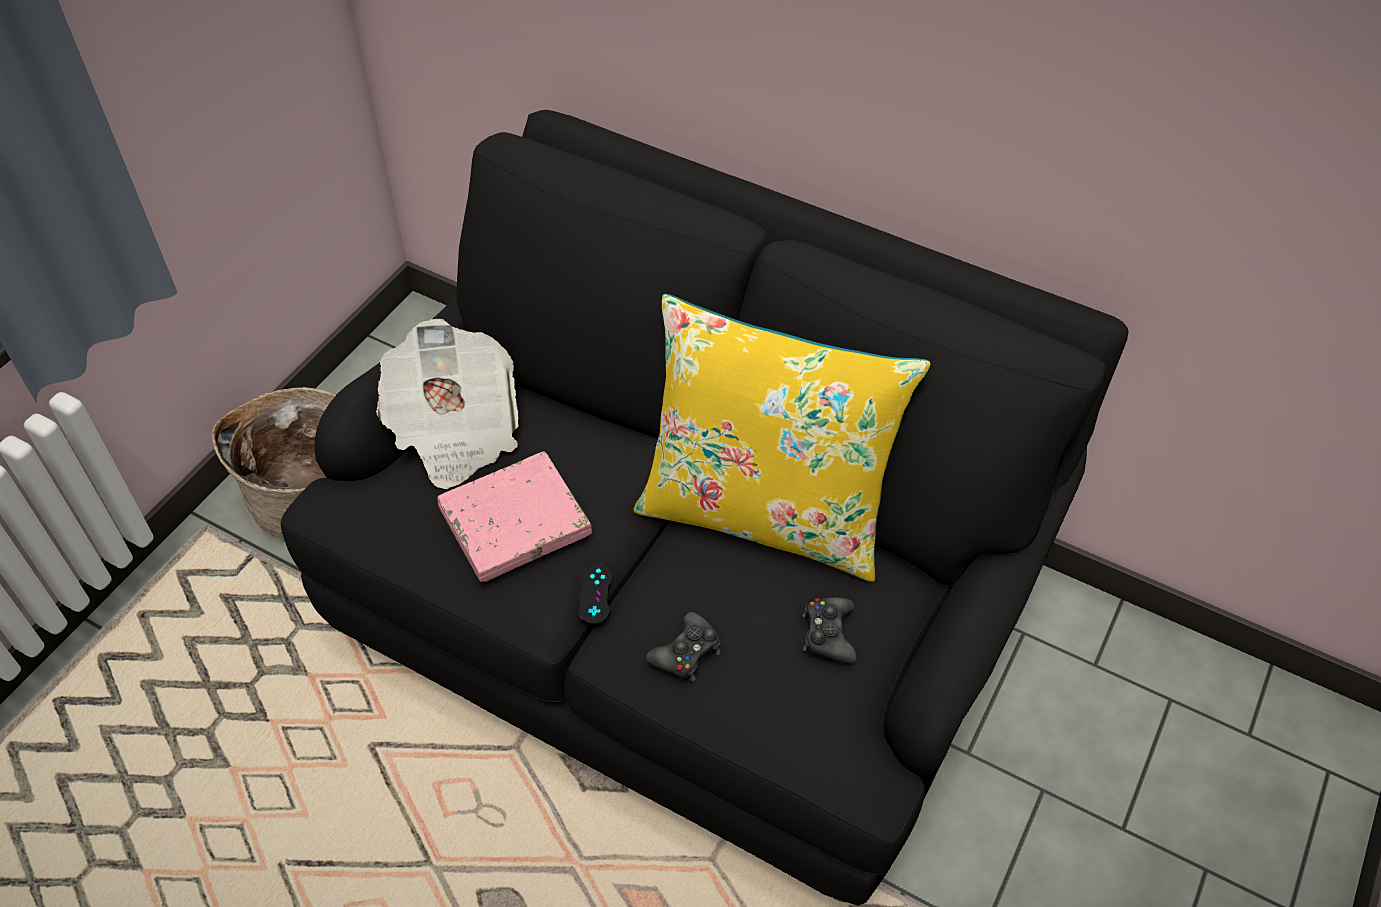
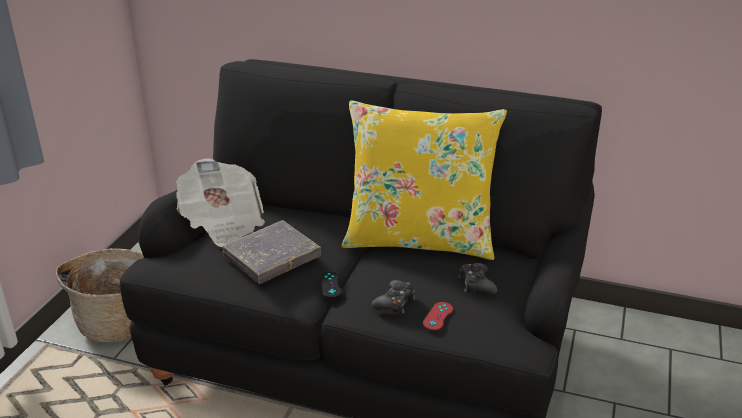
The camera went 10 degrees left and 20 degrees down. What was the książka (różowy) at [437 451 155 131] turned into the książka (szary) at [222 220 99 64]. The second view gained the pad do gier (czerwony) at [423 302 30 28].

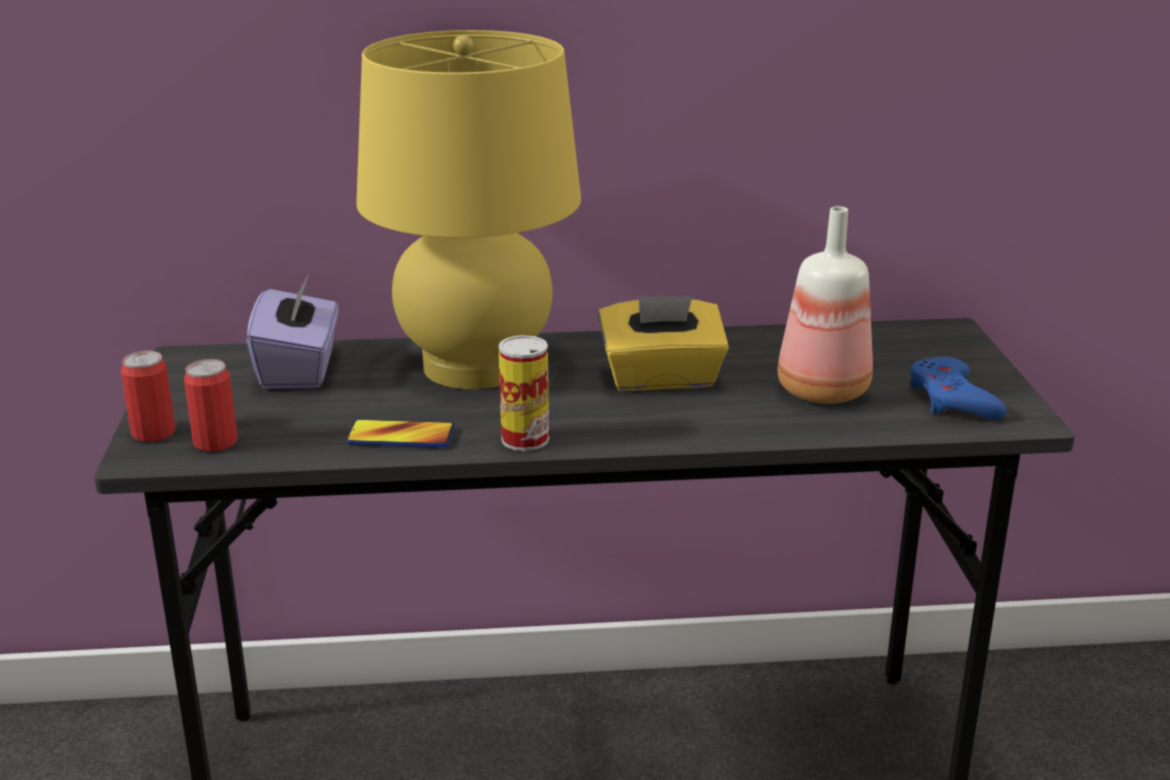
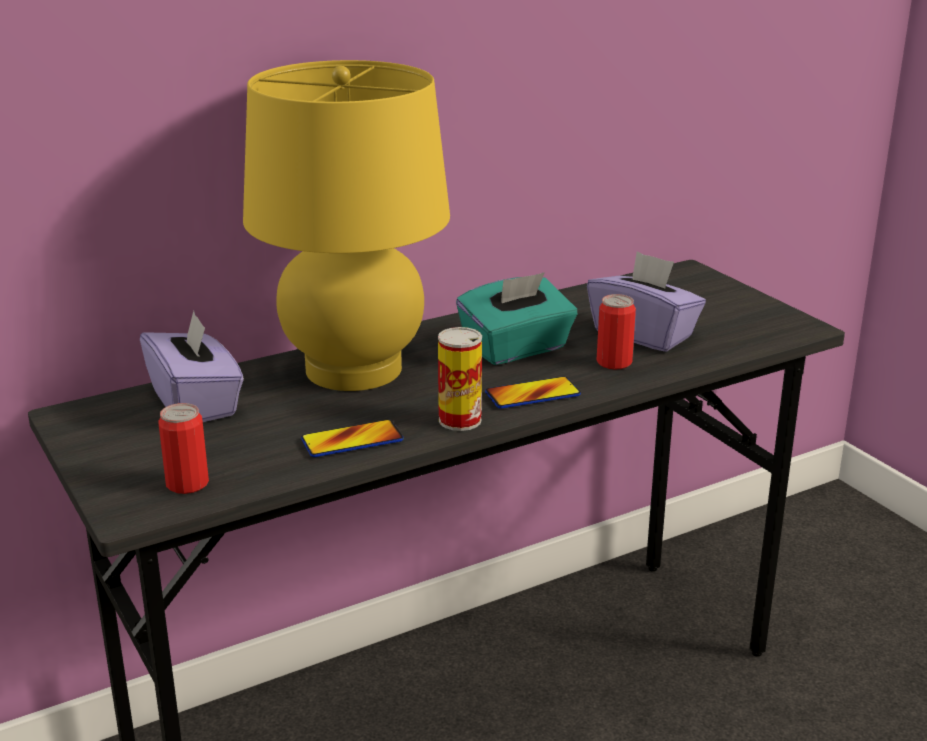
The camera went 25 degrees left and 0 degrees up. Where the butelka stood at [777 206 96 198], the pudełko chusteczek (fioletowy) came to stand at [587 251 119 101]. What was the pudełko chusteczek (żółty) at [598 296 131 95] turned into the pudełko chusteczek (turkusowy) at [456 272 122 93]. The puszka ended up elsewhere, having gone from [121 351 55 91] to [597 294 39 75]. The second view lost the pad do gier (niebieski) at [910 356 97 64]. The second view gained the telefon at [485 376 96 33].

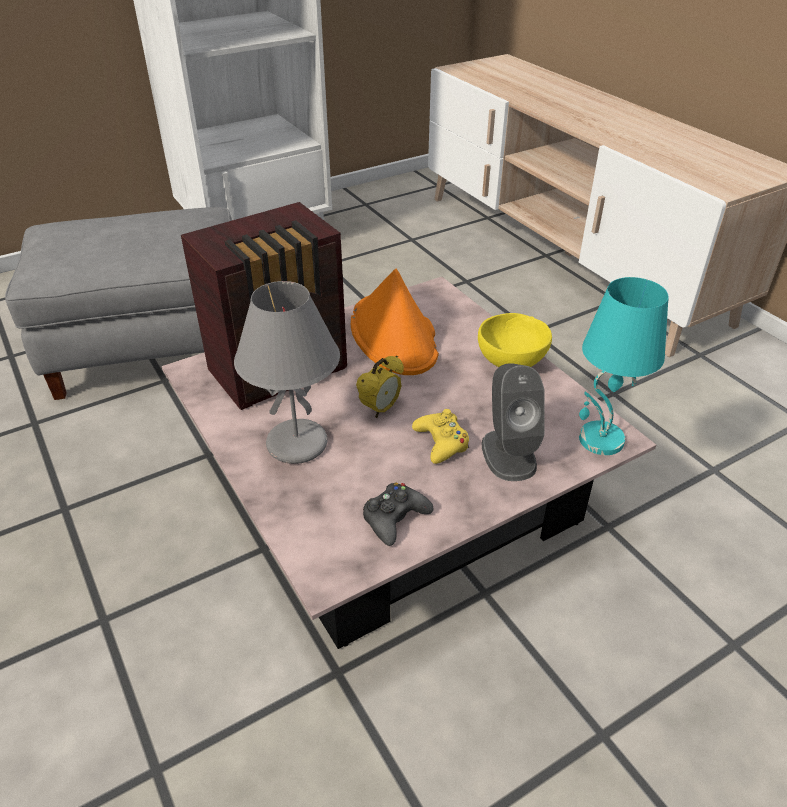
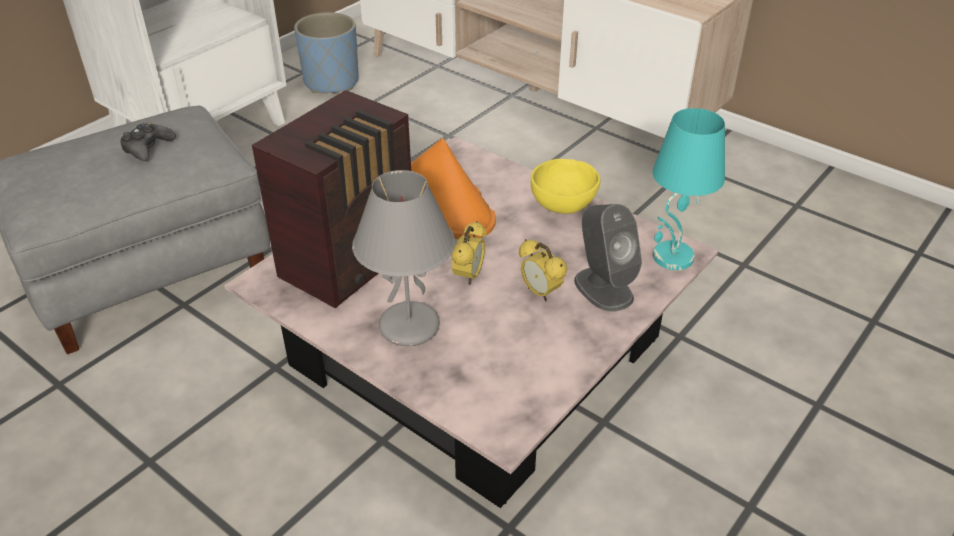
The camera went 20 degrees left and 0 degrees up. Where the pad do gier (żółty) stood at [412 409 57 55], the budzik came to stand at [519 239 48 62]. The pad do gier (czarny) ended up elsewhere, having gone from [363 483 70 63] to [120 123 56 38]. The second view gained the donica (niebieski) at [294 12 65 81].

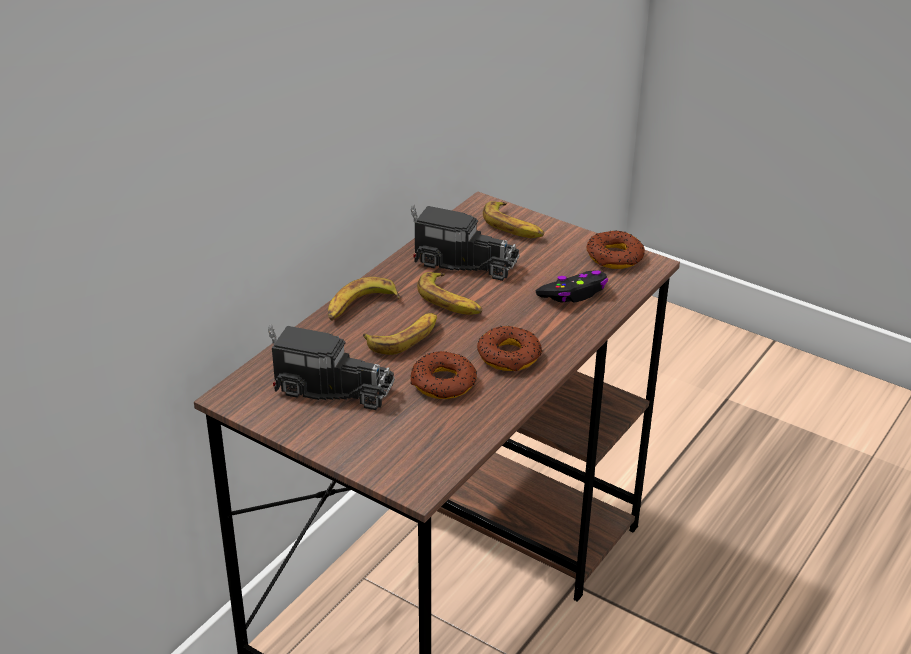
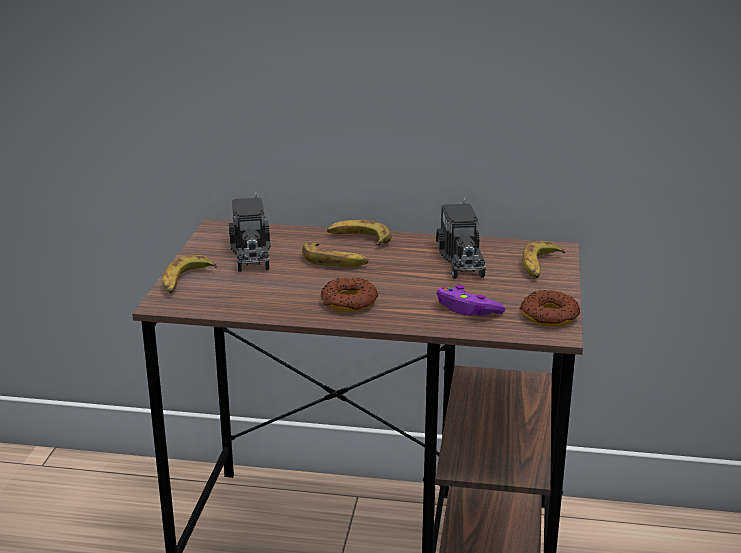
The camera went 65 degrees right and 10 degrees down. What was the pad do gier (czarny) at [536 270 72 32] turned into the pad do gier (fioletowy) at [436 285 70 31]. The banan ended up elsewhere, having gone from [417 272 65 43] to [163 255 54 39]. The second view lost the donut at [410 351 67 48].

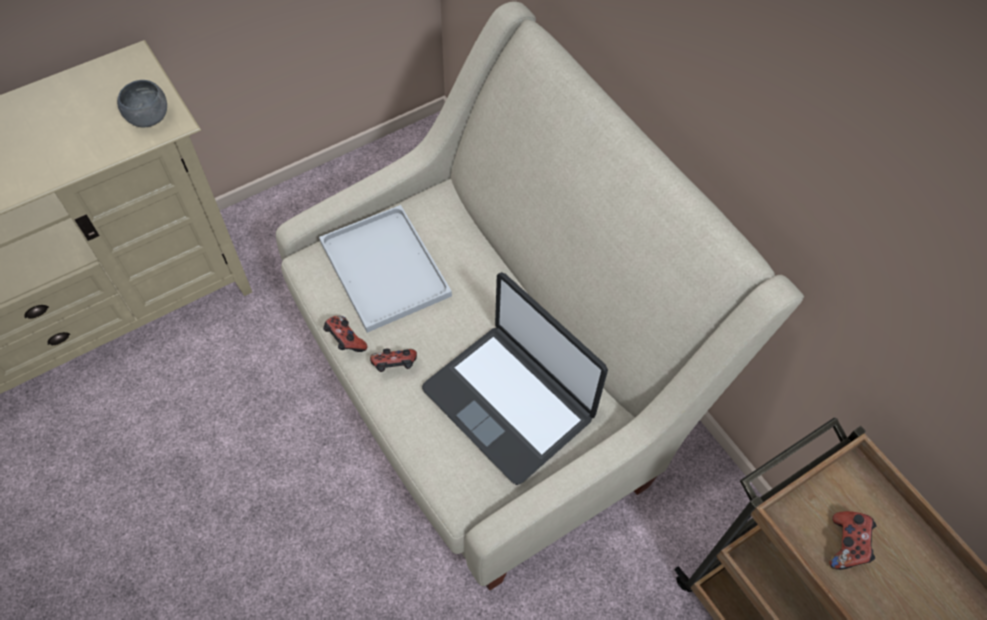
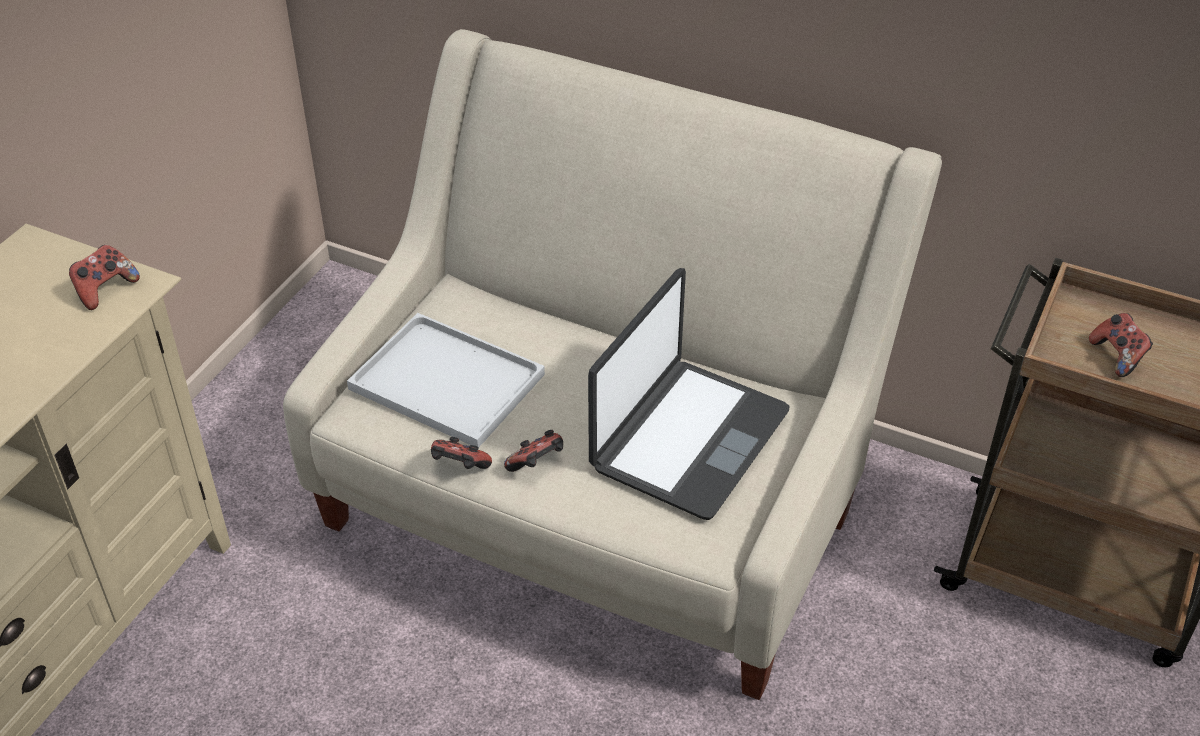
The camera went 30 degrees left and 15 degrees down. Where the miska (szary) stood at [117 80 50 47], the pad do gier came to stand at [69 245 71 65]. The laptop at [422 272 186 213] ended up facing another way, 75 degrees counterclockwise from before.

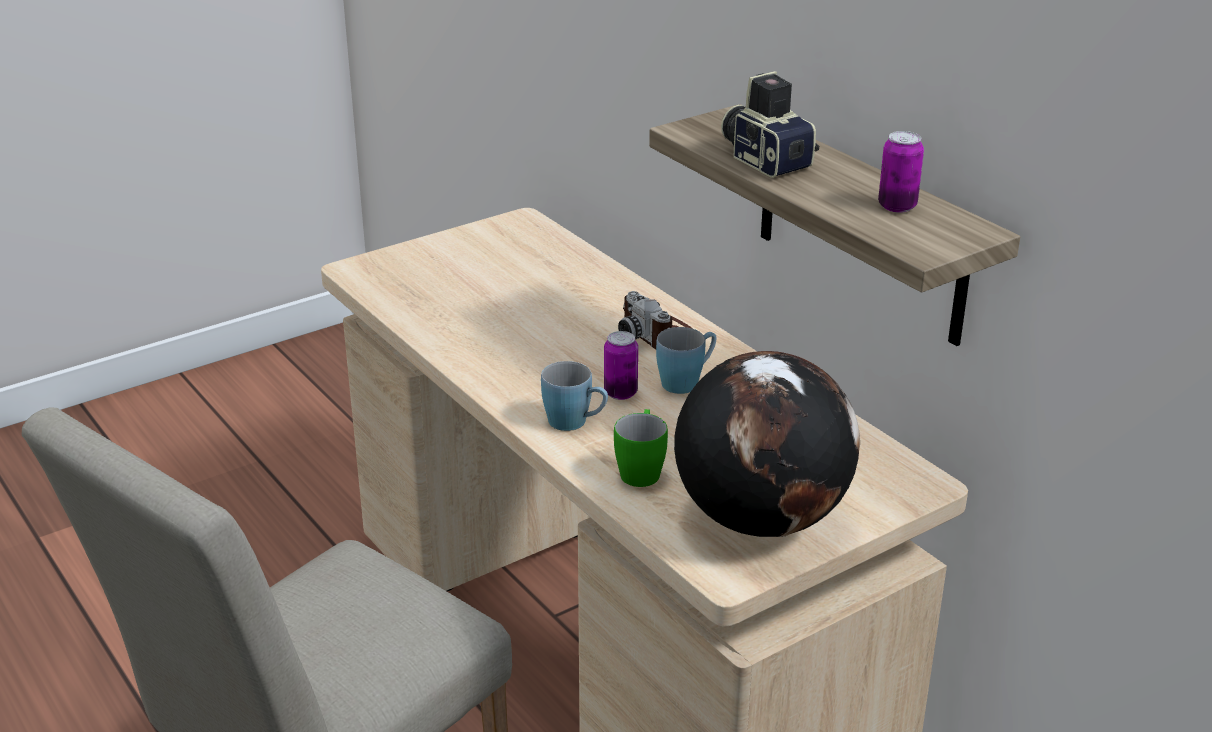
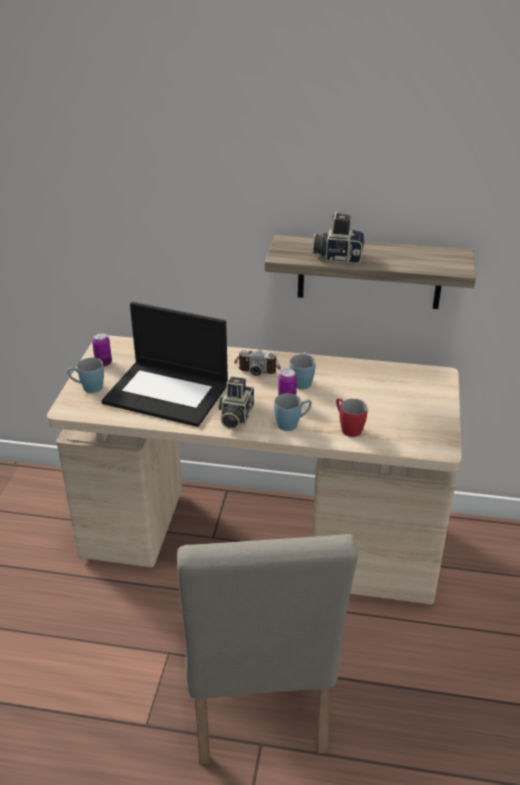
The camera went 45 degrees left and 5 degrees up. The puszka ended up elsewhere, having gone from [878 131 46 82] to [92 332 20 35]. The second view lost the globus at [674 351 186 186]. What was the kubek (zielony) at [614 409 54 78] turned into the kubek (czerwony) at [336 398 32 39]. The second view gained the laptop at [102 302 126 125]. The second view gained the kubek (niebieski) at [67 358 37 35]. The second view gained the aparat fotograficzny at [219 377 35 52].

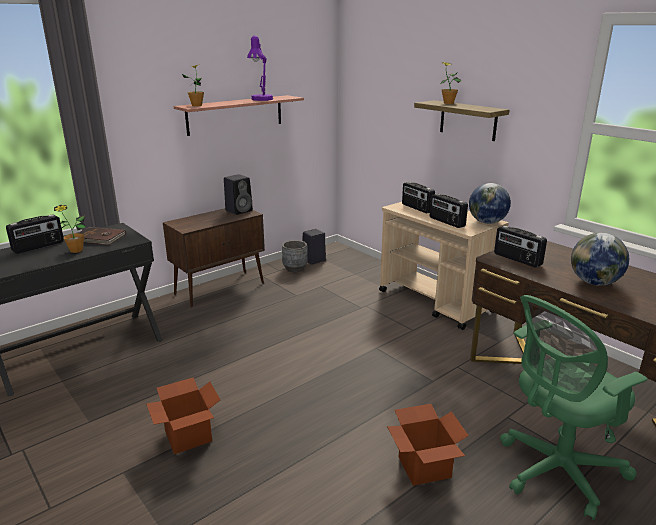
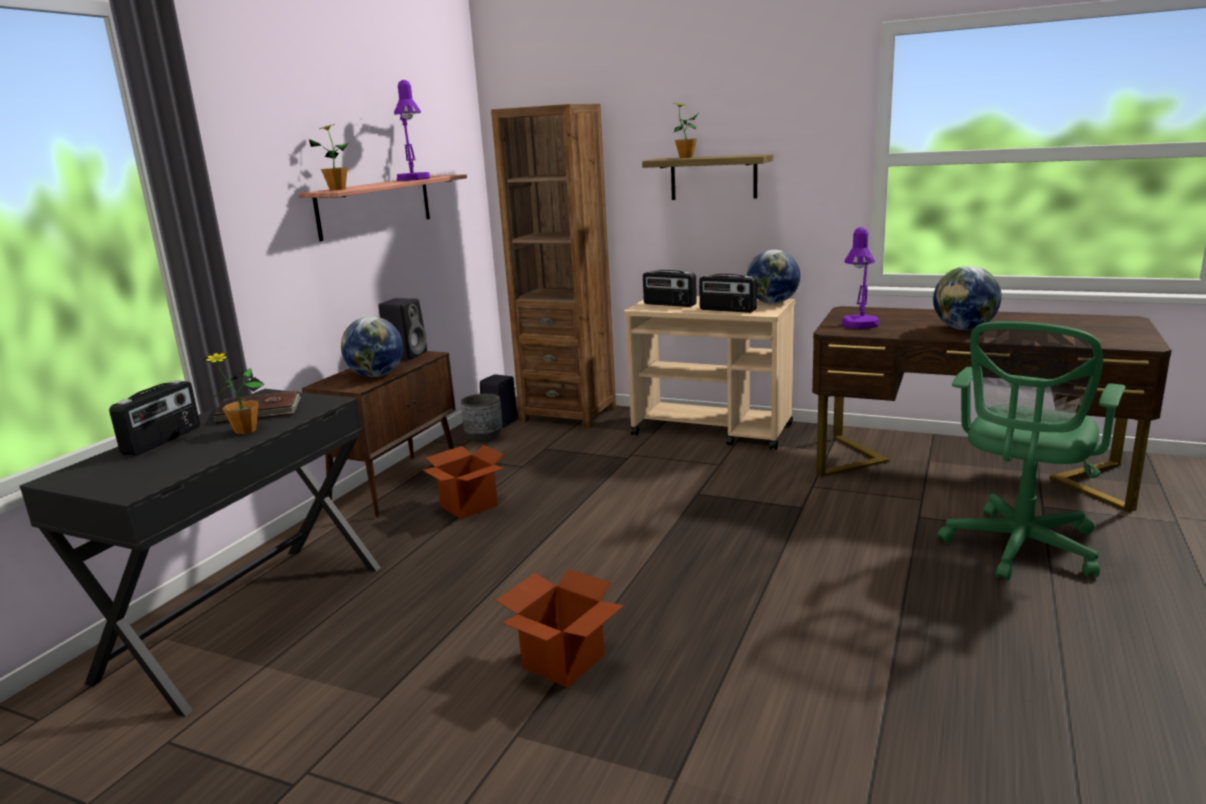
The camera went 25 degrees left and 5 degrees down. Where the radio stood at [494 226 53 42], the lampa stołowa (fioletowy) came to stand at [842 227 37 102]. The karton ended up elsewhere, having gone from [387 404 82 82] to [422 445 82 74]. The second view gained the regał (brązowy) at [491 104 125 325]. The second view gained the globus at [341 316 62 61].

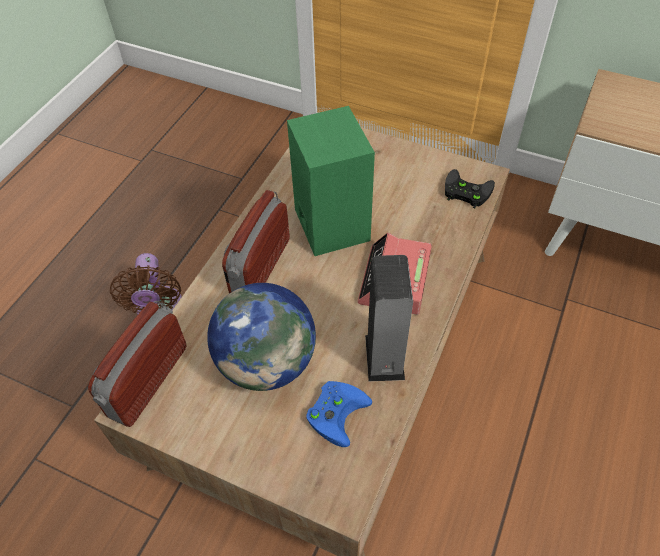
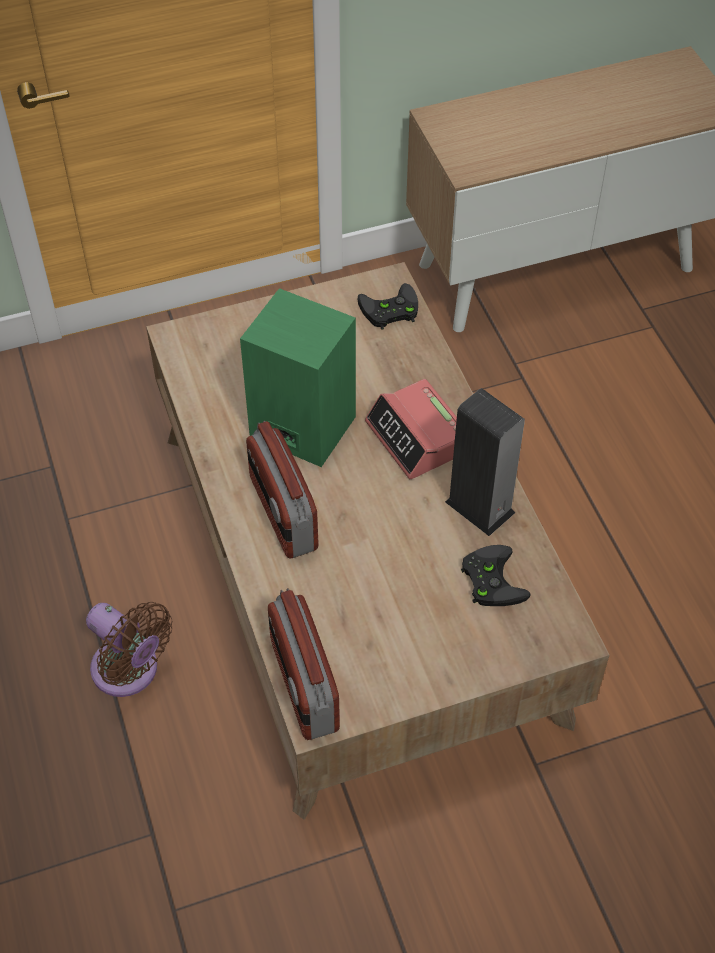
The camera went 45 degrees left and 0 degrees up. The second view lost the globus at [207 283 109 108]. What was the pad do gier (niebieski) at [306 381 66 66] turned into the pad do gier (czarny) at [461 545 70 61].

